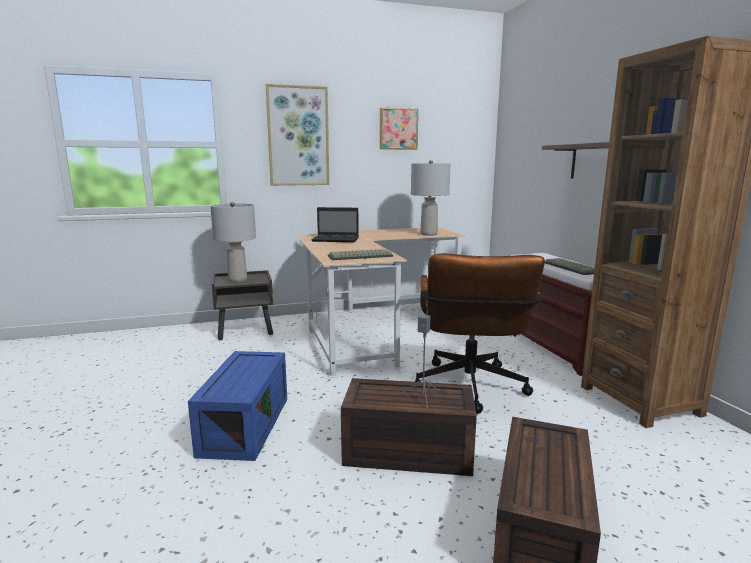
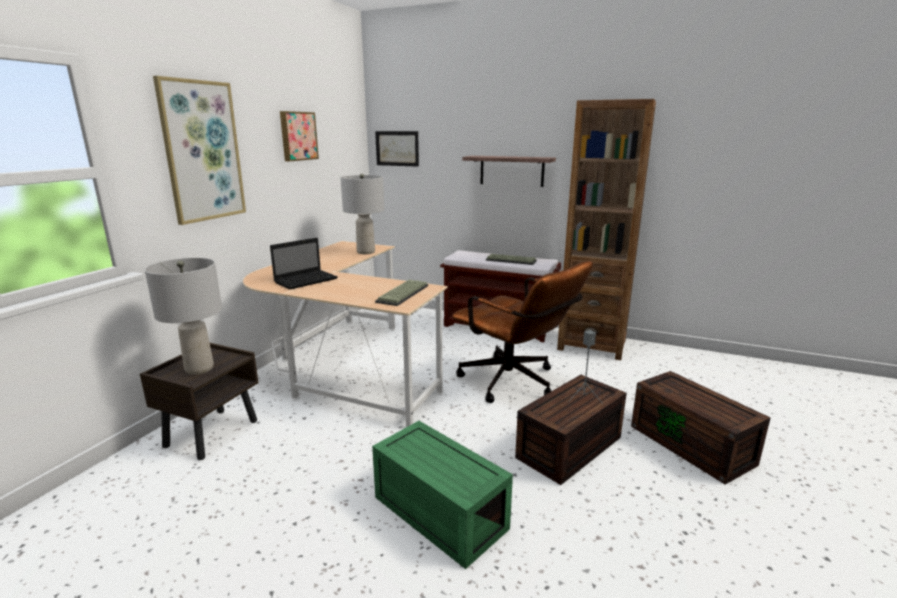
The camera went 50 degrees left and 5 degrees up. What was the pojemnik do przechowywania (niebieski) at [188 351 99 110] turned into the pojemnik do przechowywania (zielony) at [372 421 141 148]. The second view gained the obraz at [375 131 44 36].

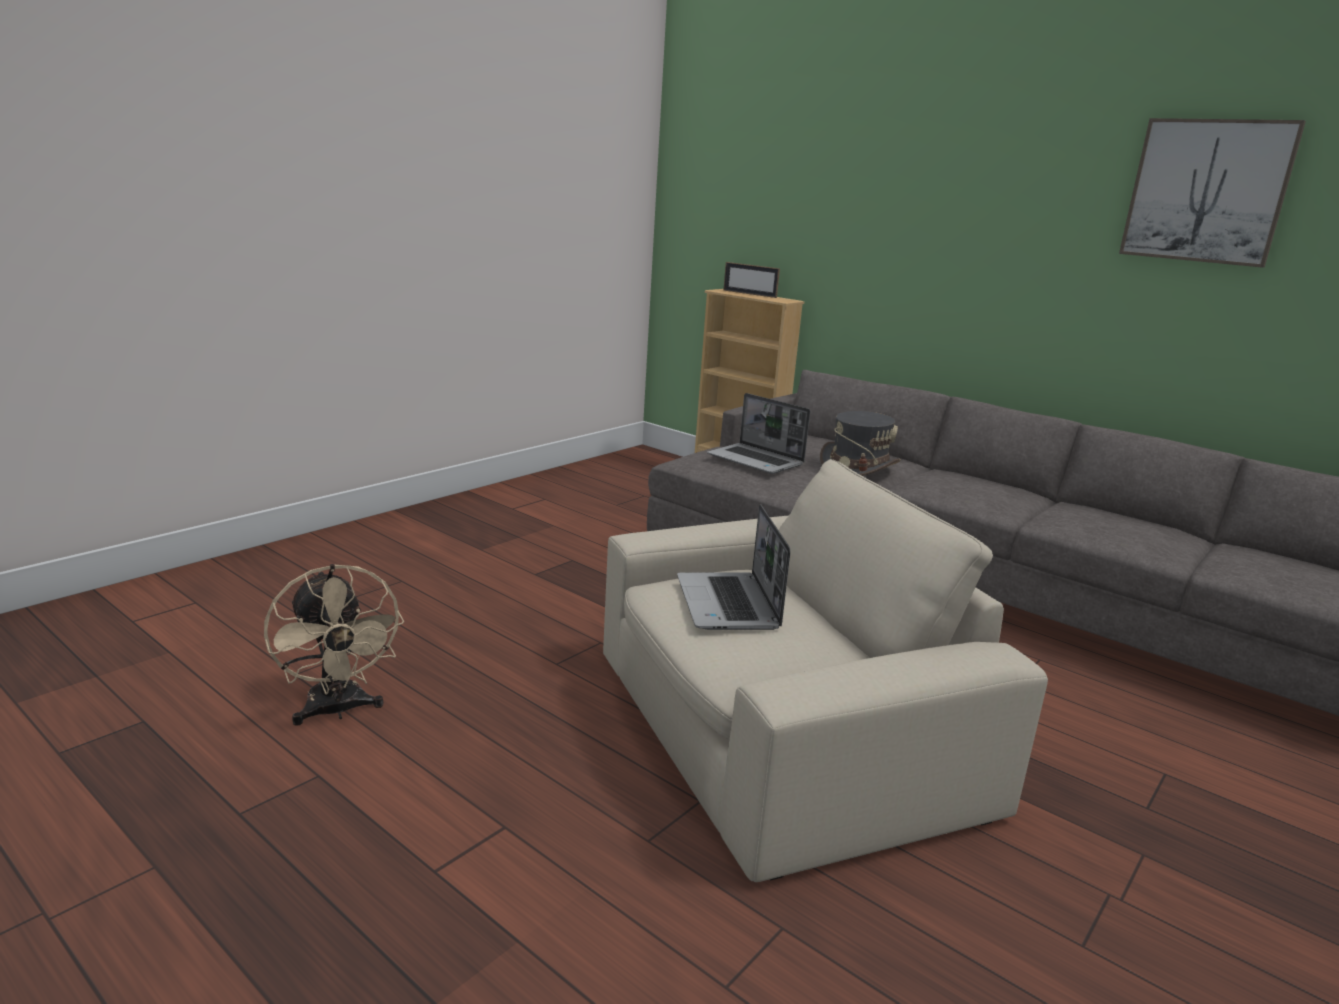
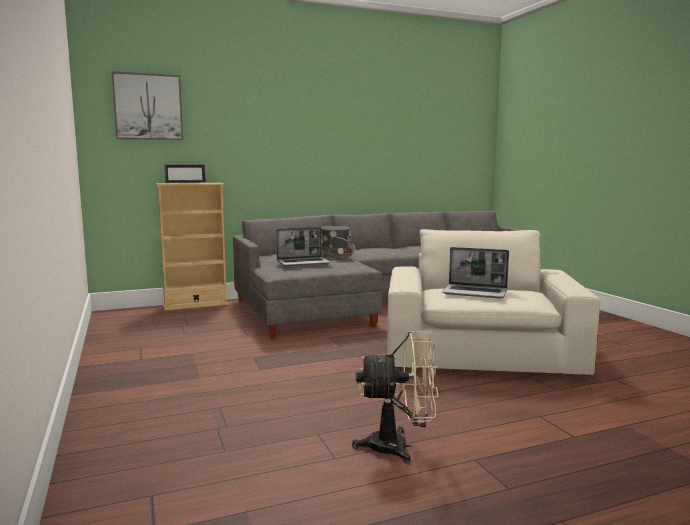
The camera went 60 degrees left and 10 degrees down. The obraz ended up elsewhere, having gone from [1119 118 187 150] to [112 71 71 69].

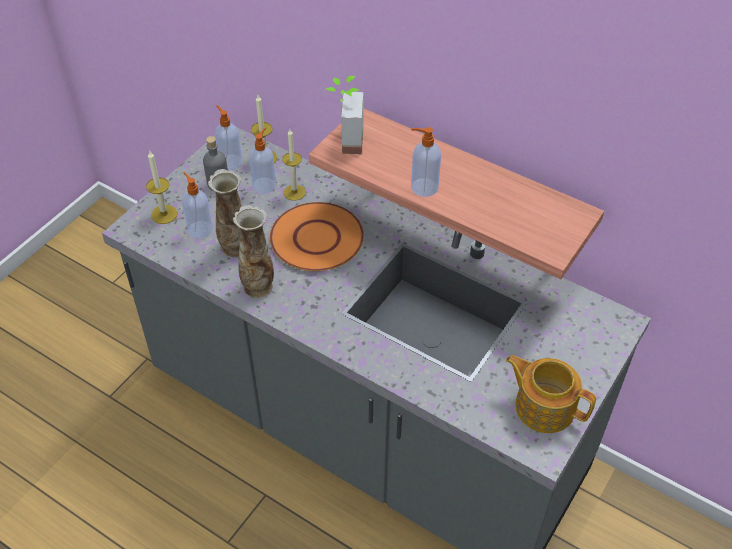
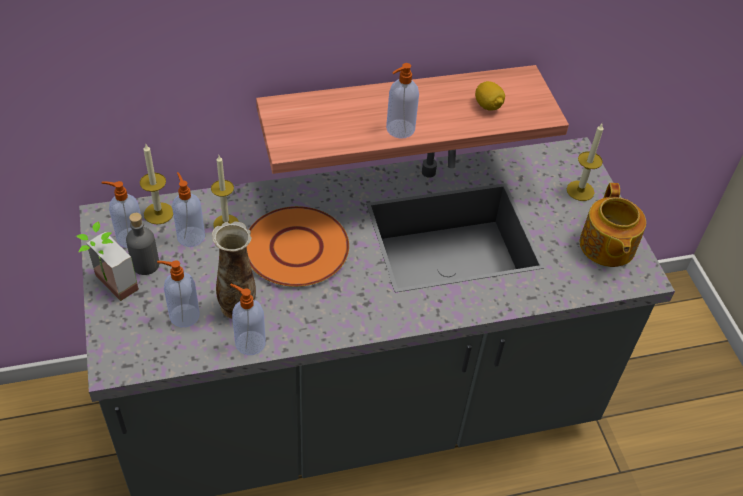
The camera went 50 degrees left and 0 degrees up. The roślina doniczkowa ended up elsewhere, having gone from [325 76 38 78] to [76 221 63 80]. The świeca ended up elsewhere, having gone from [146 151 32 73] to [567 124 37 77]. The second view lost the wazon at [233 205 41 93]. The imbryk at [506 355 90 78] ended up facing another way, 75 degrees counterclockwise from before. The second view gained the cytryna at [475 81 30 30]. The second view gained the dozownik mydła at [230 284 36 71].

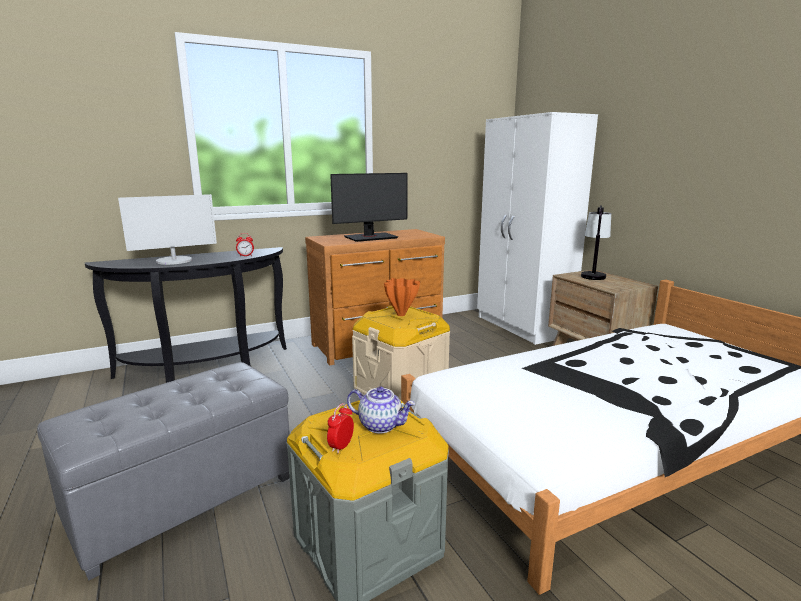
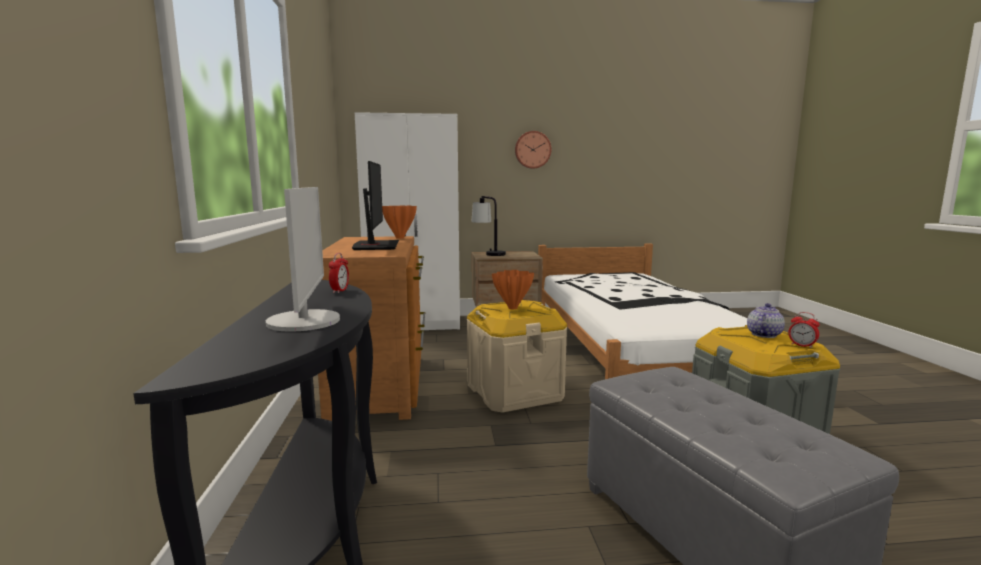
The camera went 70 degrees left and 5 degrees down. The second view gained the zegar ścienny at [515 131 36 38]. The second view gained the wazon (pomarańczowy) at [382 205 35 34].

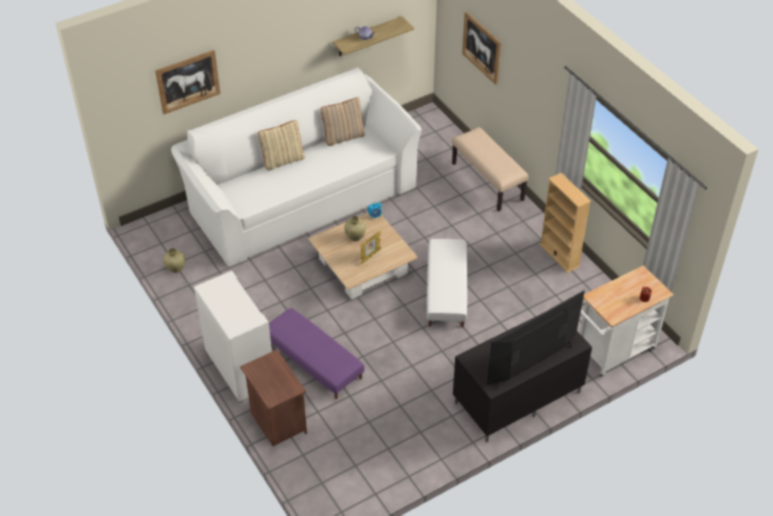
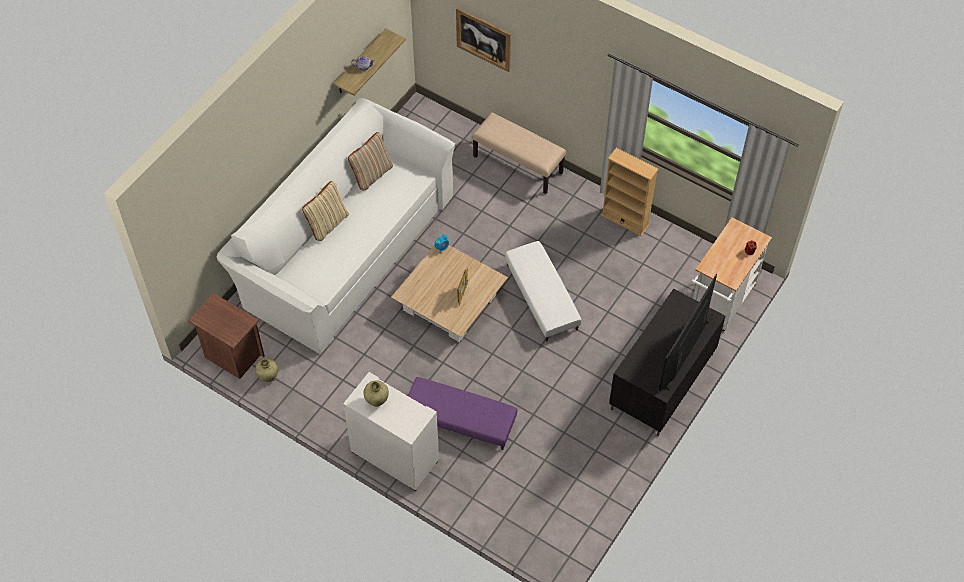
The camera went 25 degrees left and 10 degrees up. The second view lost the obraz at [155 50 65 64]. The wazon (beżowy) ended up elsewhere, having gone from [344 216 22 25] to [364 380 25 26]. The szafka nocna (brązowy) ended up elsewhere, having gone from [240 350 67 96] to [188 293 76 86].

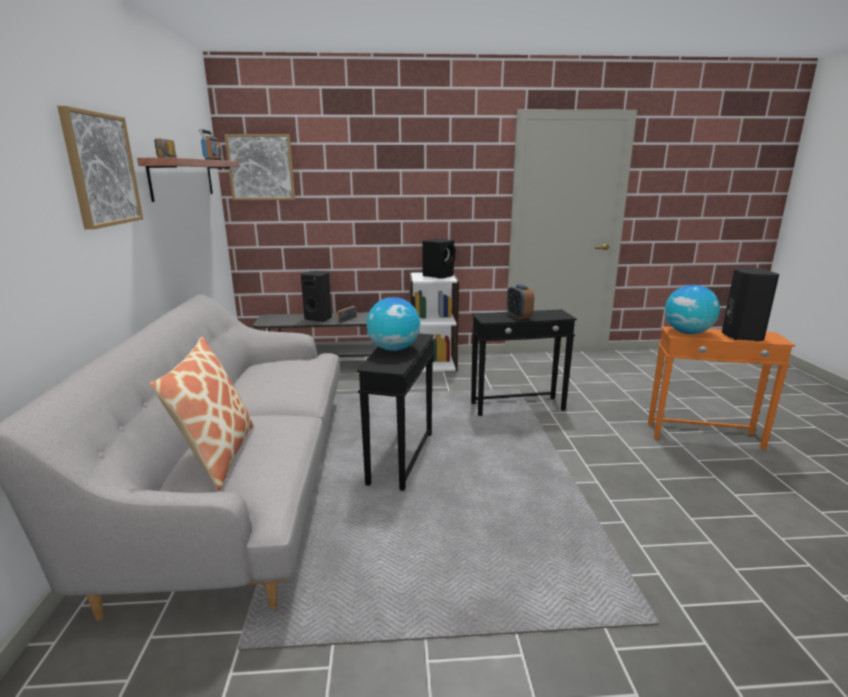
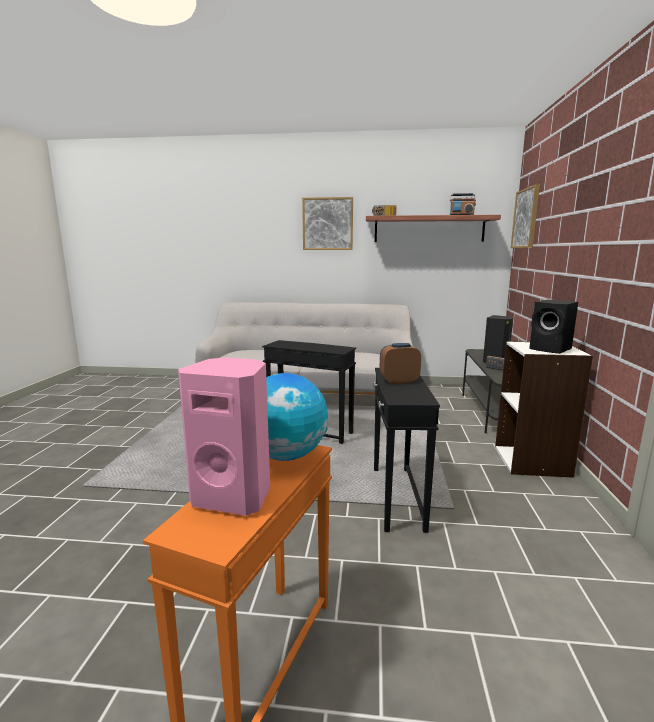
The camera went 100 degrees right and 5 degrees down. What was the głośnik (czarny) at [722 268 57 73] turned into the głośnik (różowy) at [178 357 92 159]. The second view lost the globus at [366 297 54 54]. The second view lost the poduszka at [150 337 104 154].

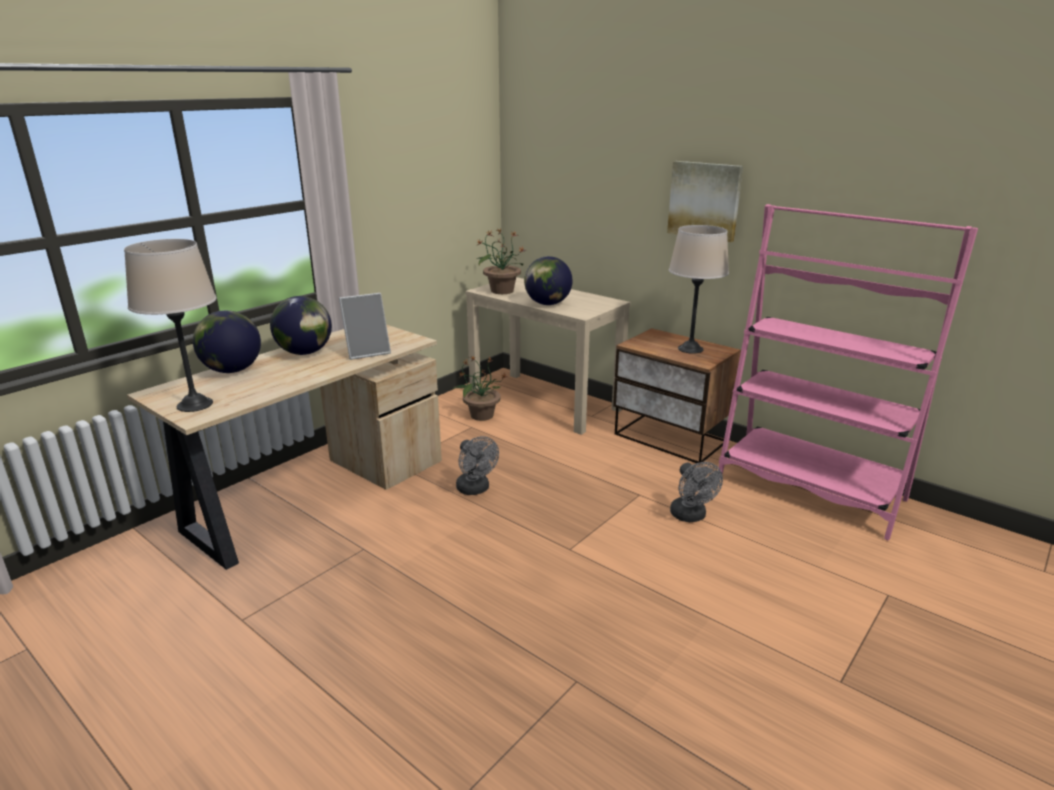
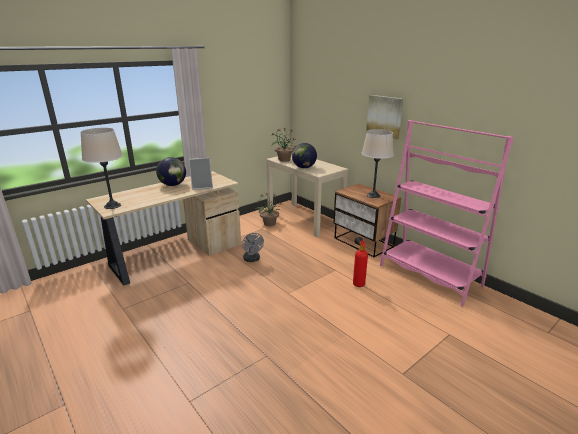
The camera went 10 degrees right and 0 degrees up. The second view lost the globus at [193 310 68 63]. Where the wentylator (szary) stood at [670 462 53 60], the gaśnica came to stand at [353 237 15 50].

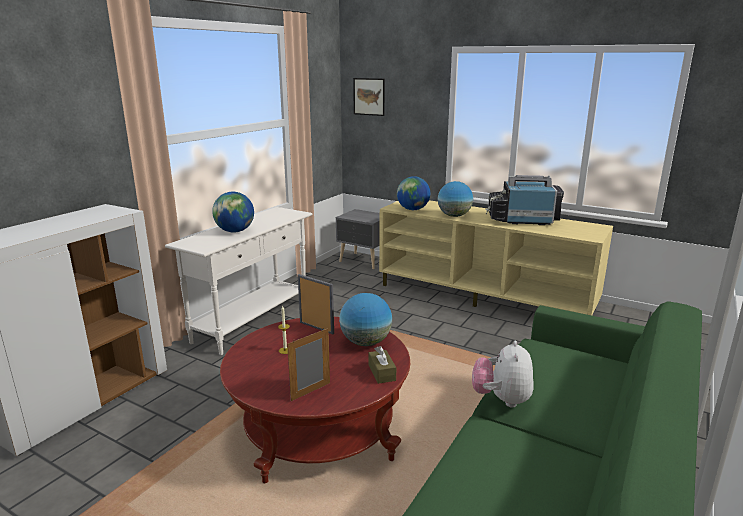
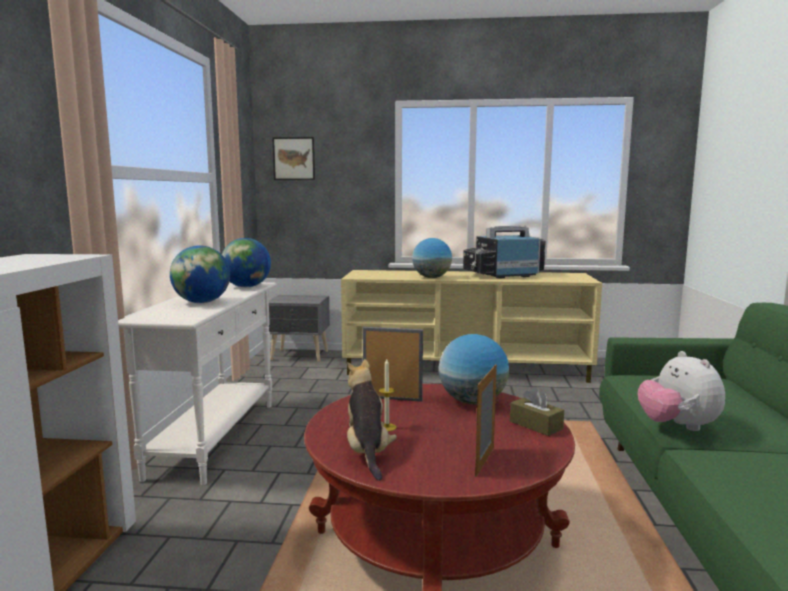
The camera went 25 degrees left and 10 degrees down. The globus ended up elsewhere, having gone from [397 176 33 34] to [222 238 49 49]. The second view gained the pluszak at [347 359 50 122].

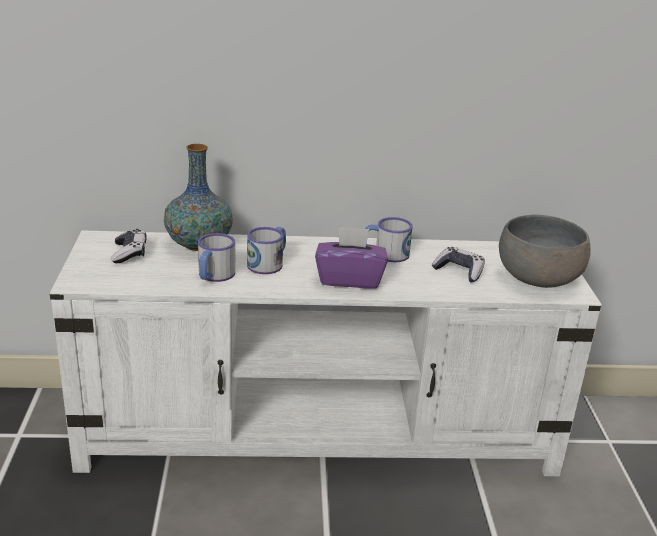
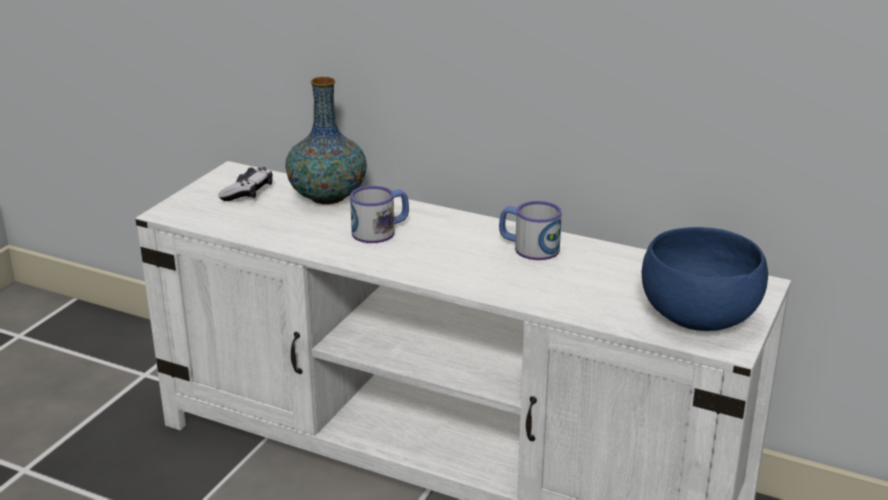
The camera went 30 degrees right and 0 degrees up. What was the miska (szary) at [499 214 92 74] turned into the miska (niebieski) at [642 227 126 104]. The second view lost the pudełko chusteczek (fioletowy) at [315 226 73 63]. The second view lost the kubek at [198 233 37 49]. The second view lost the pad do gier at [432 247 53 35].

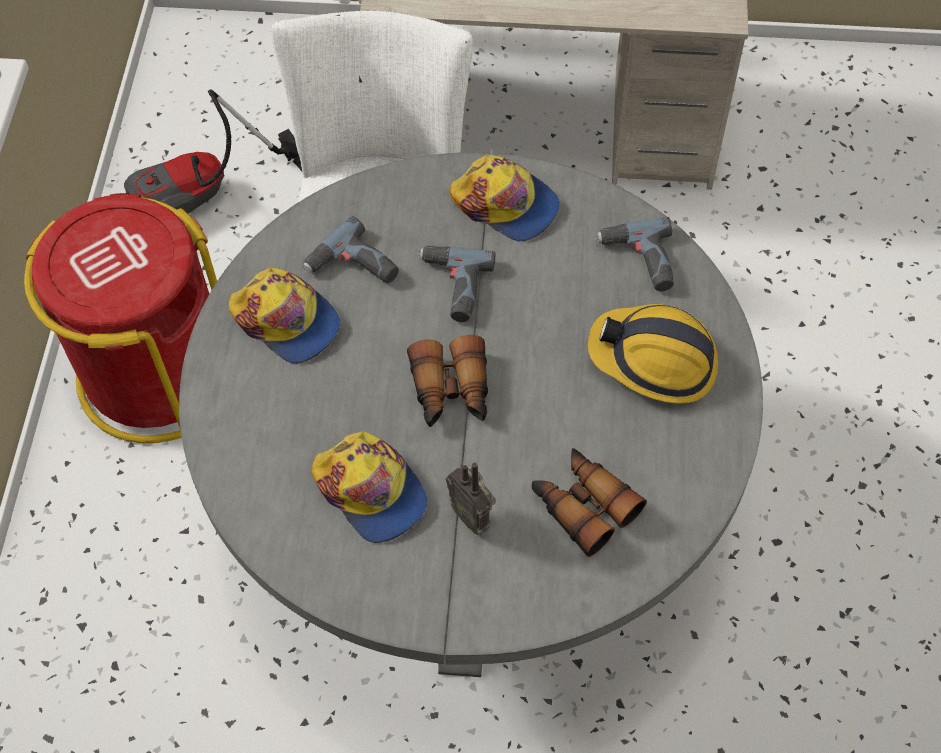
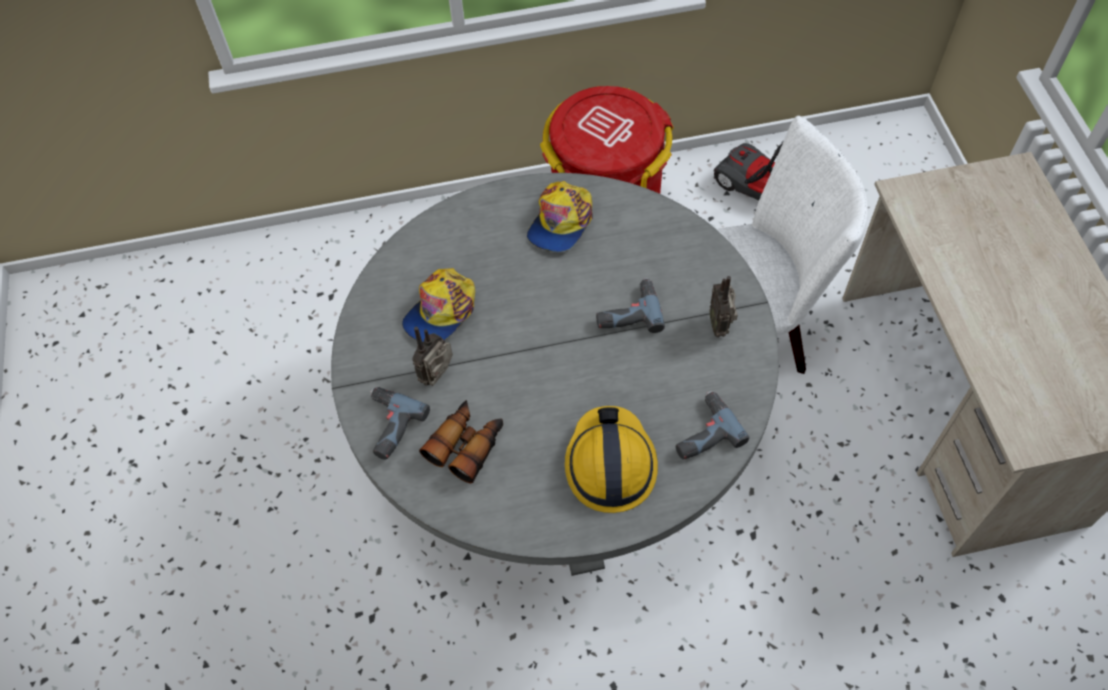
The camera went 75 degrees right and 0 degrees up. Where the czapka z daszkiem stood at [450 154 110 87], the radio came to stand at [709 276 29 61]. The wiertarka ended up elsewhere, having gone from [303 216 96 67] to [370 387 60 73]. The second view lost the lornetka at [407 335 81 92].

